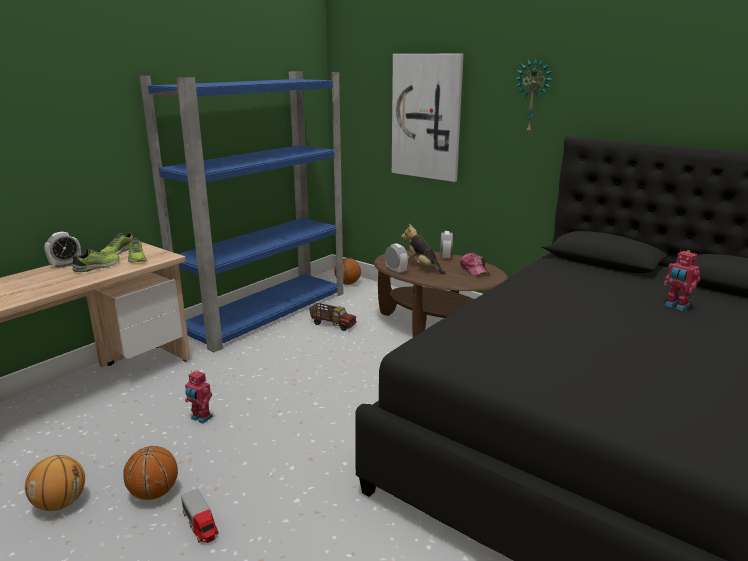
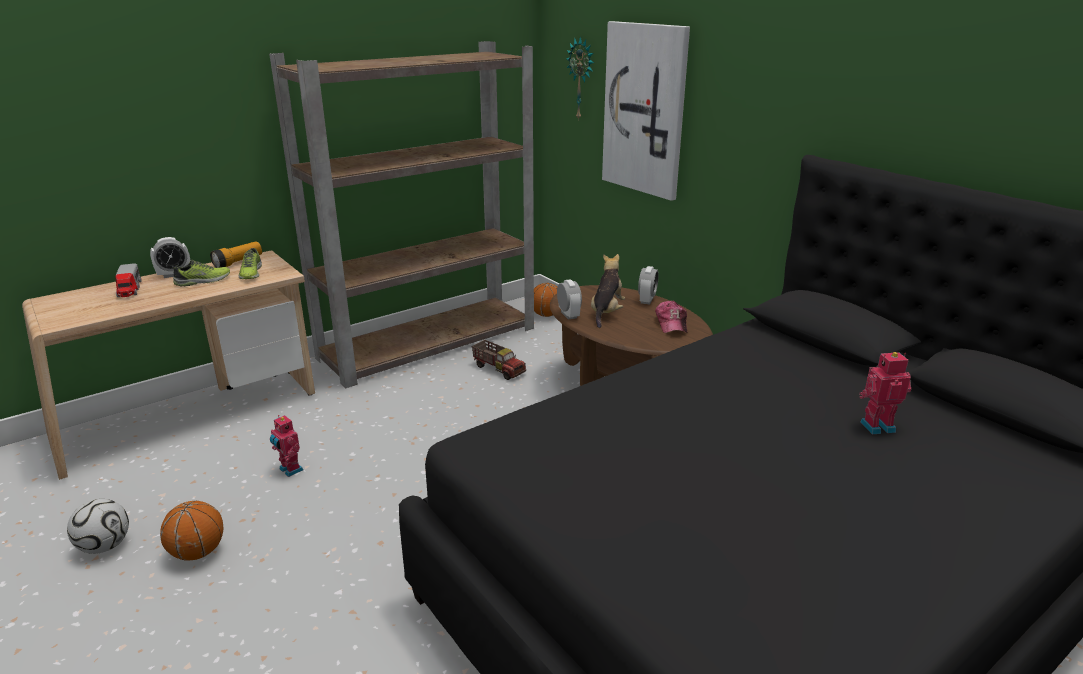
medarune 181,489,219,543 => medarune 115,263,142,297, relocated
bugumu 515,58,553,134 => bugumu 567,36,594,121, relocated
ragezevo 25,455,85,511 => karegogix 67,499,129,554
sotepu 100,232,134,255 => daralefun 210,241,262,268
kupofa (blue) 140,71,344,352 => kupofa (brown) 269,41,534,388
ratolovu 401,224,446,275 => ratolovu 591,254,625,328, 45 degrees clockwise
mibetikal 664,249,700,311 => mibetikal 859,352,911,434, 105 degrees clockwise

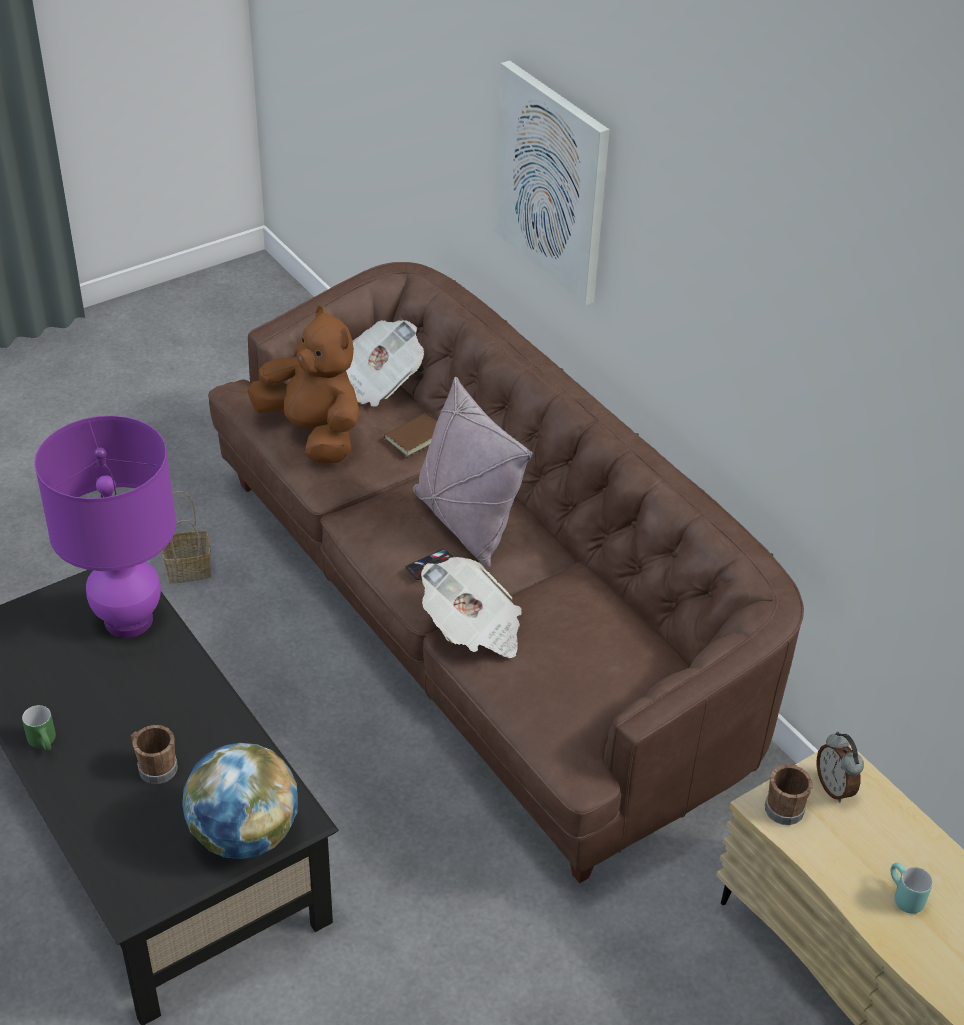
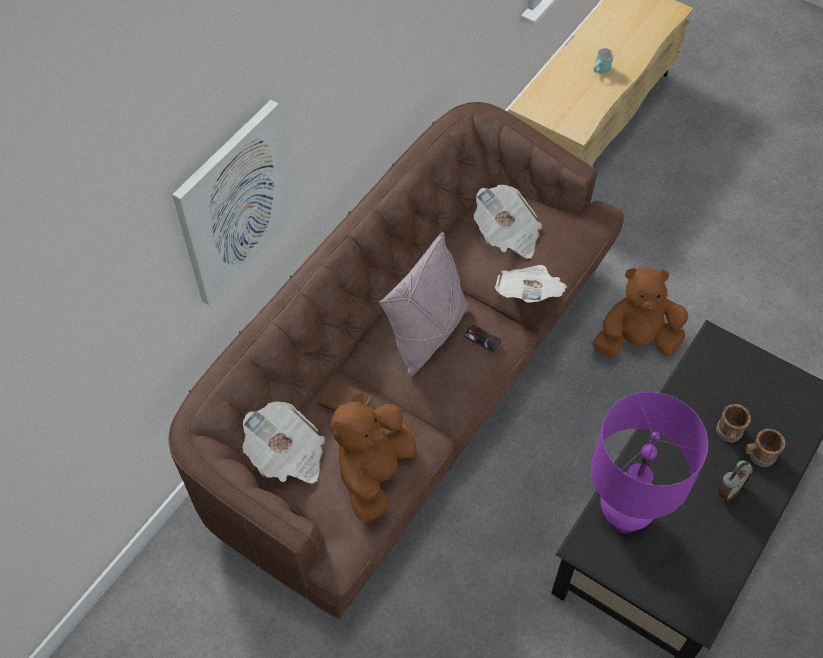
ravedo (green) 22,705,56,751 => nothing
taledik 162,491,211,583 => nothing
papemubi 182,743,298,859 => nothing
nothing => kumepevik 474,185,542,259
nothing => ratolovu (brown) 593,267,688,357
ravedo (brown) 765,764,813,825 => ravedo (brown) 745,428,785,467, relocated
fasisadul 817,732,864,803 => fasisadul 718,461,753,502, relocated

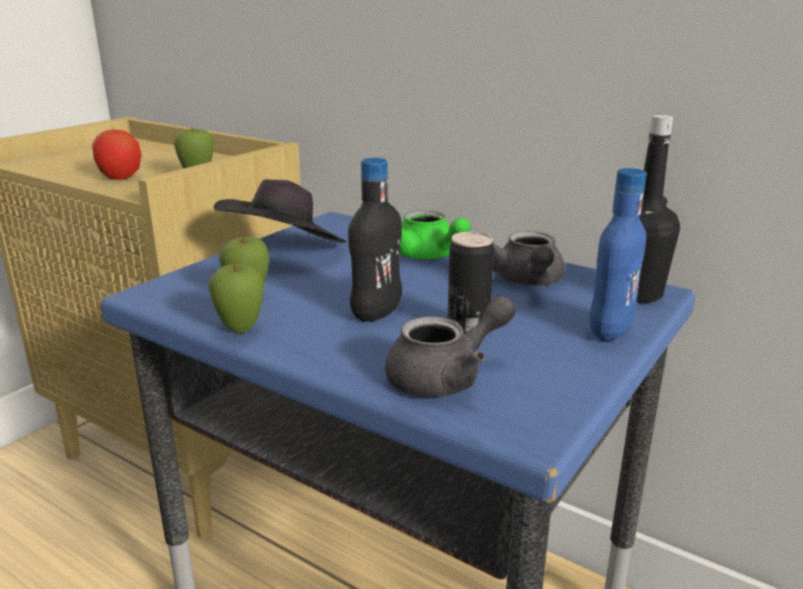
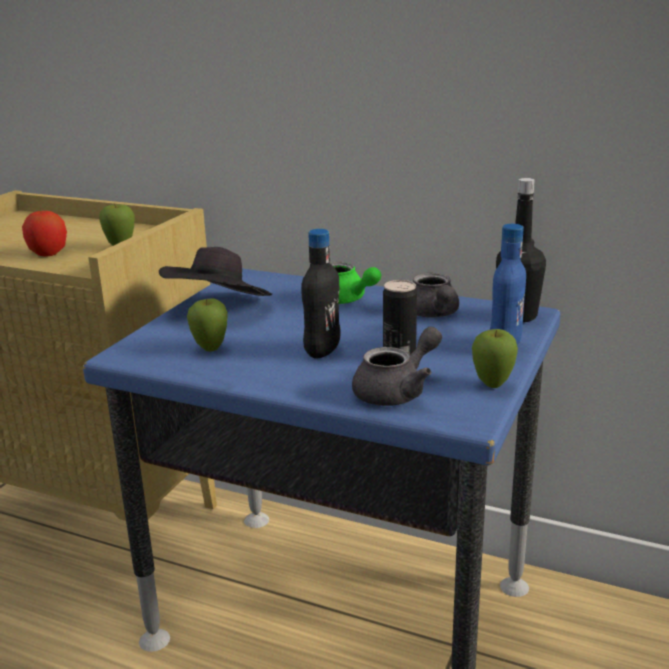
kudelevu 208,263,264,333 => kudelevu 472,329,518,388, relocated

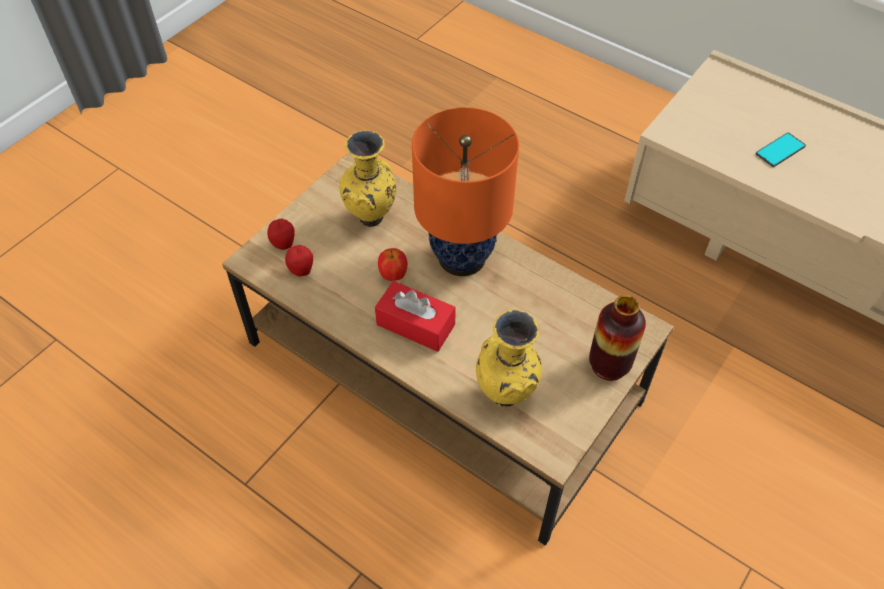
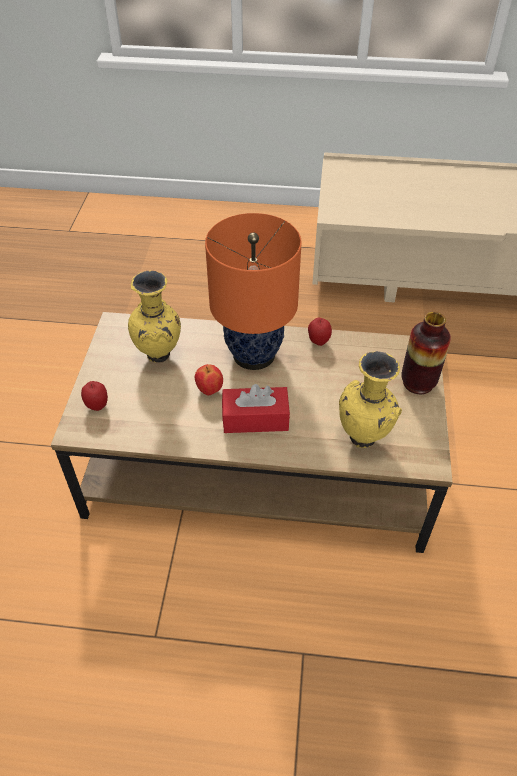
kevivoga 756,132,806,167 => nothing
kudelevu 285,245,313,276 => kudelevu 308,318,332,346, relocated

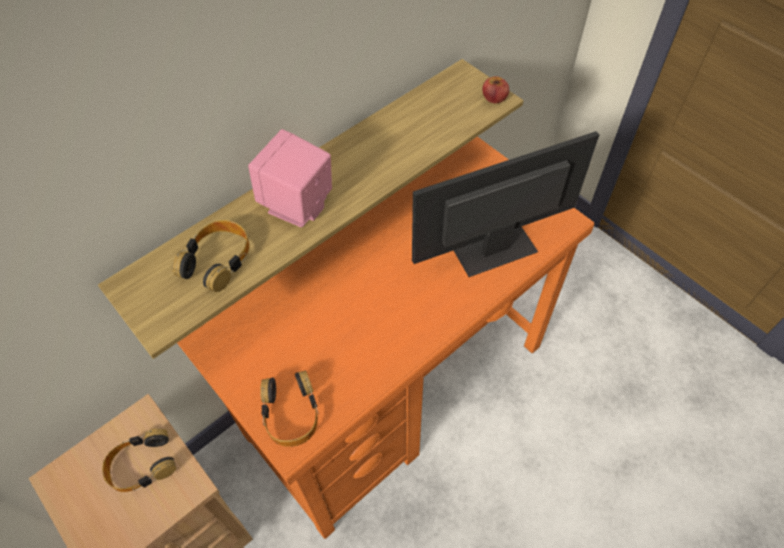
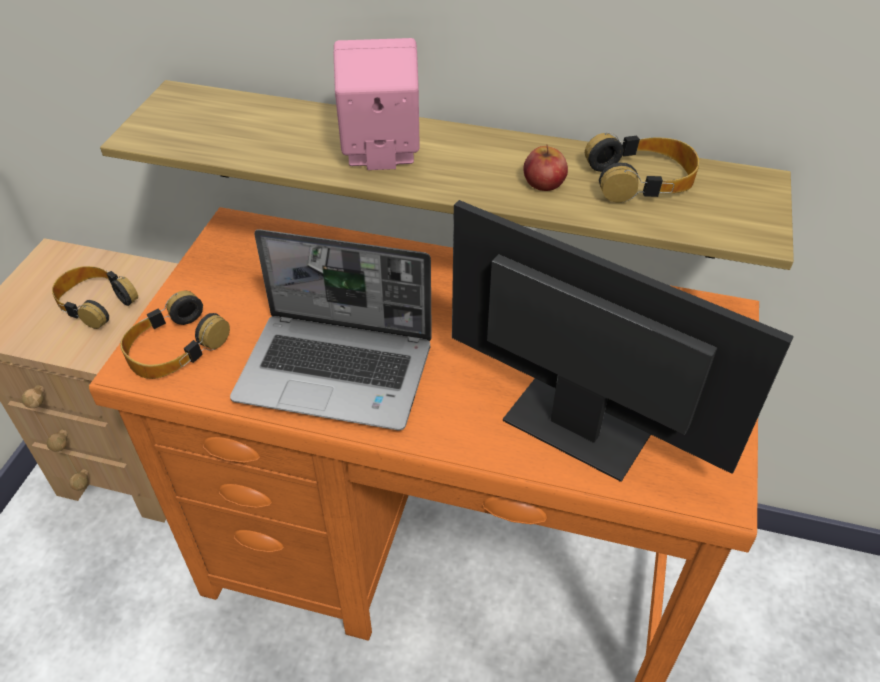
nothing => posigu 230,229,432,430
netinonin 172,220,250,292 => netinonin 585,133,700,202, relocated
kudelevu 482,76,509,103 => kudelevu 523,144,568,191, relocated

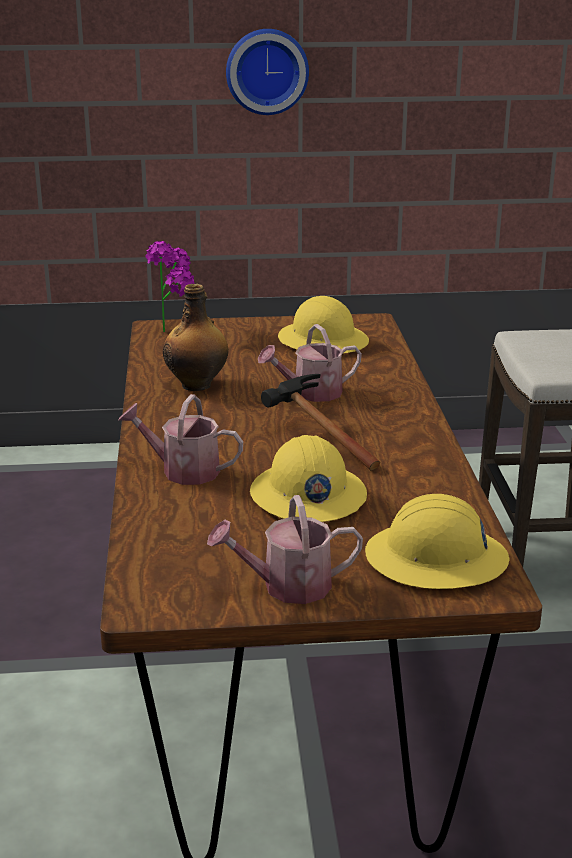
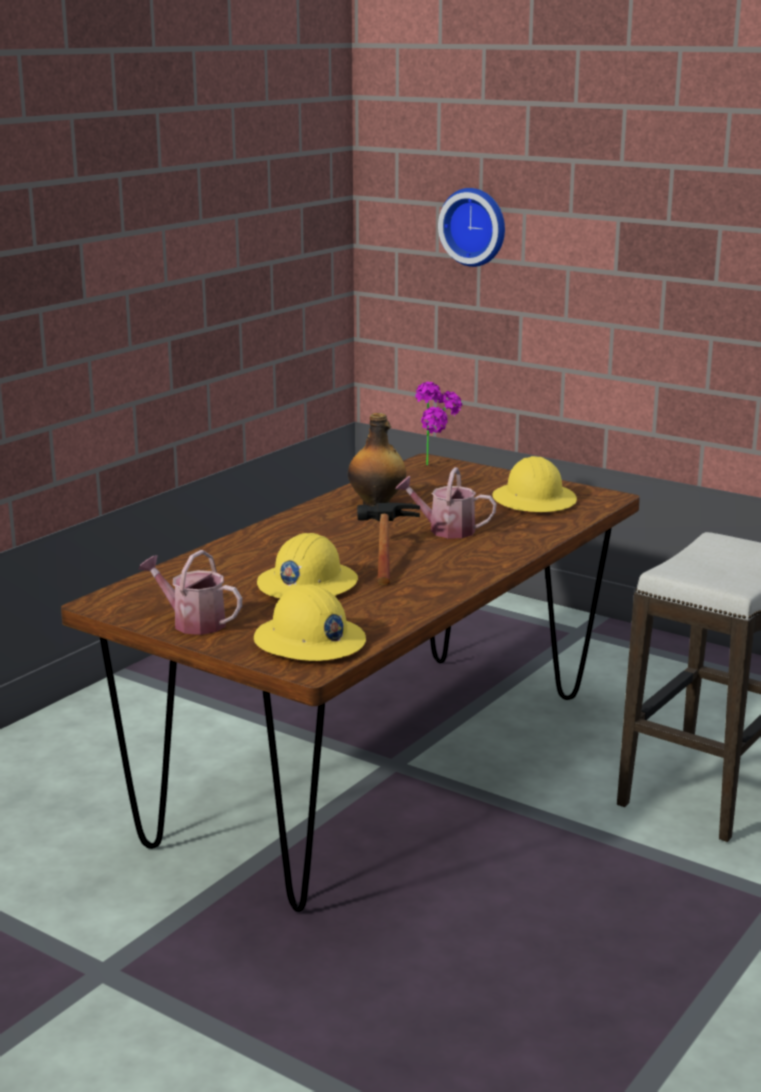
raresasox 119,394,243,485 => nothing
bugumu 226,29,309,115 => bugumu 438,188,505,267, relocated

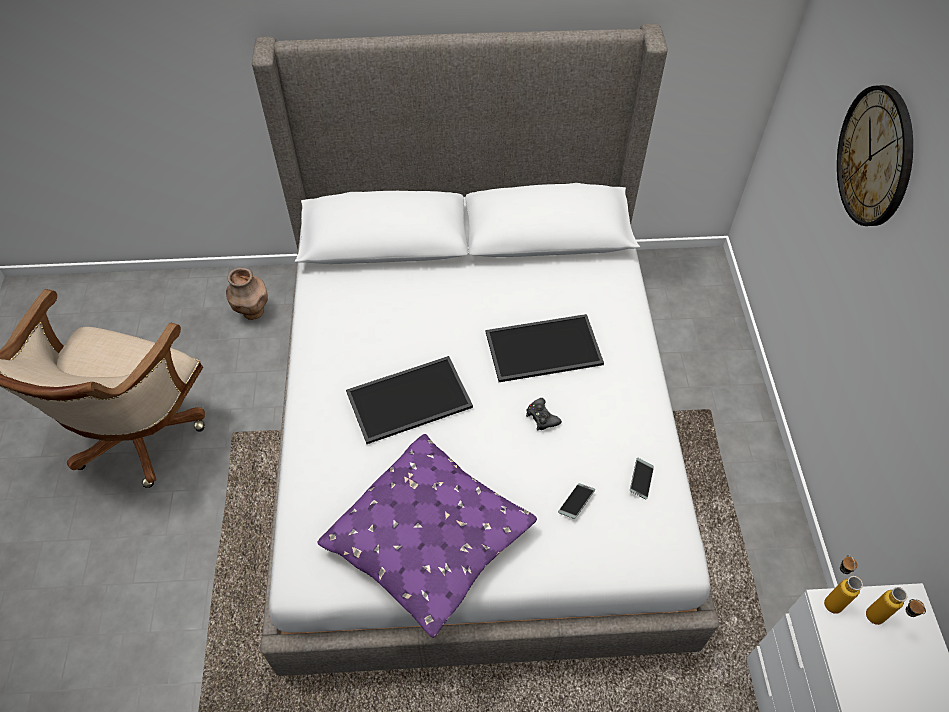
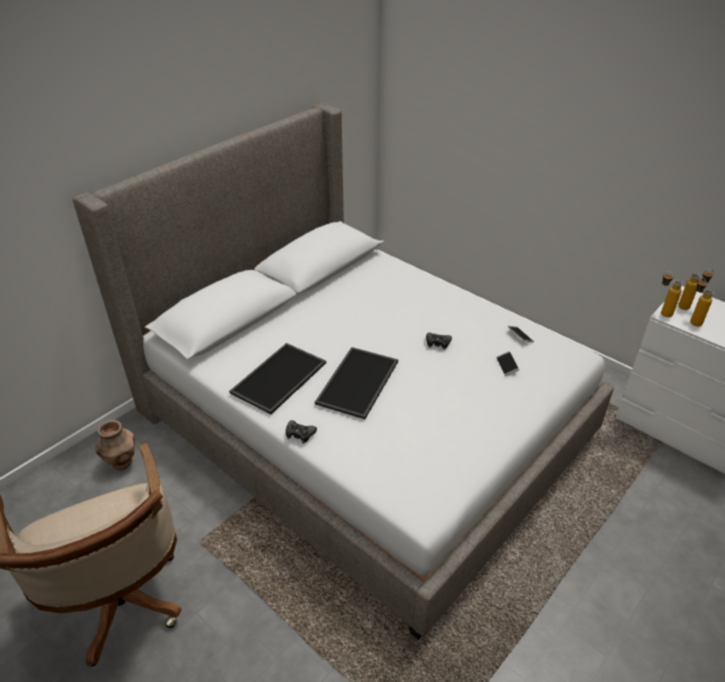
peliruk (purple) 317,434,537,638 => nothing
bugumu 837,85,913,226 => nothing
nothing => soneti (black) 286,420,317,444
nothing => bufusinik 690,278,714,326
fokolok 486,314,604,382 => fokolok 229,343,326,414, relocated

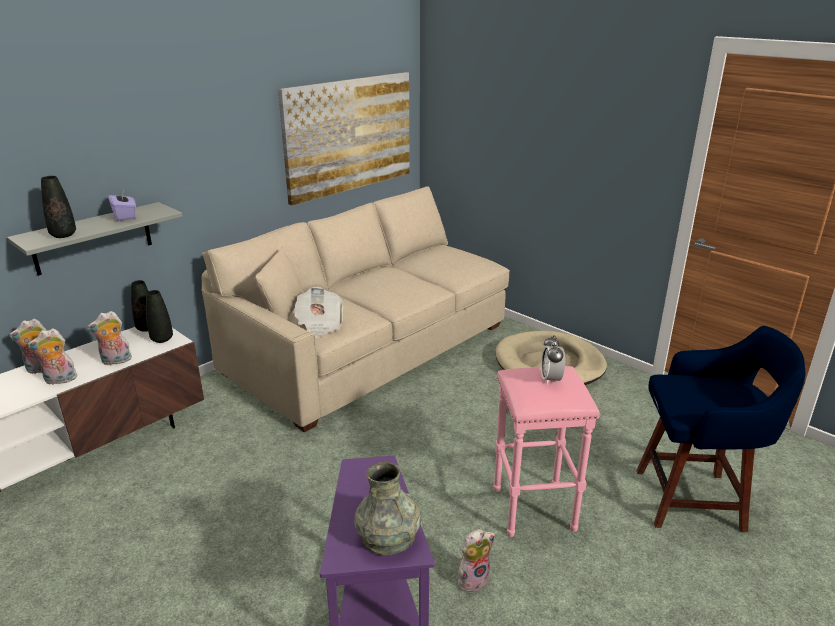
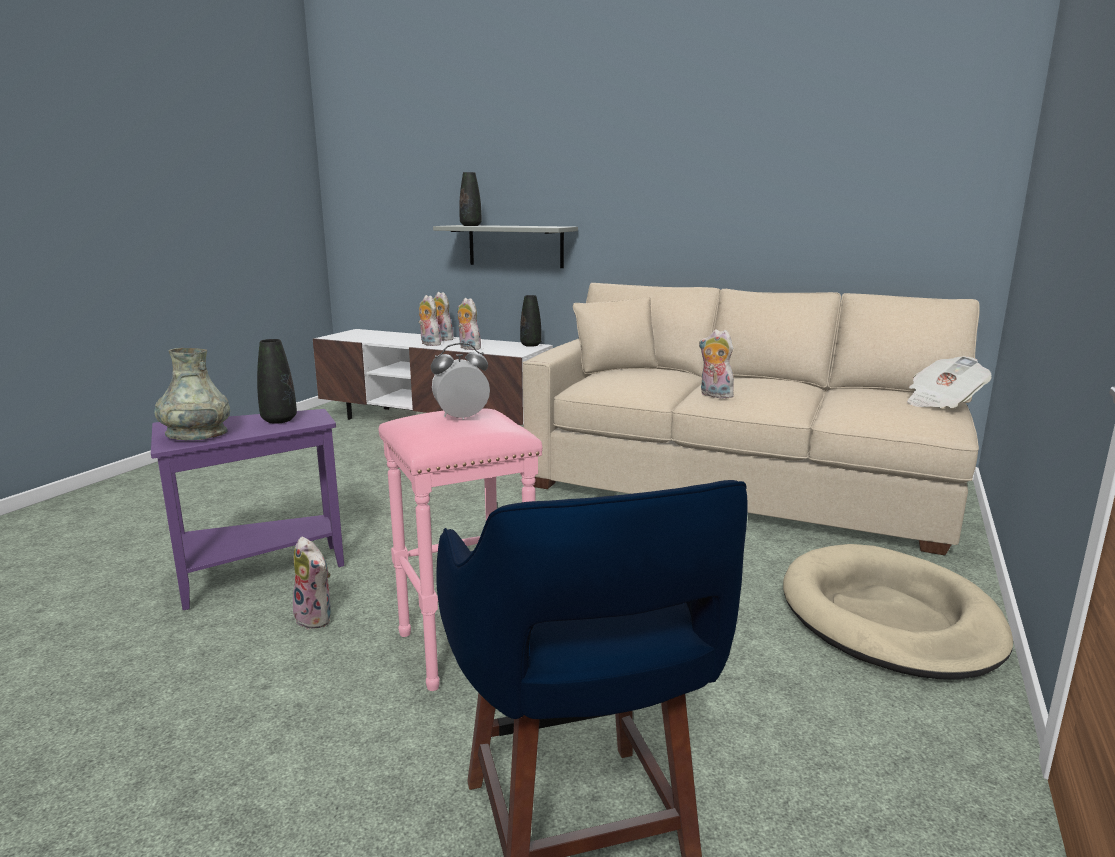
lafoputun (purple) 108,189,136,221 => nothing
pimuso 278,72,410,205 => nothing
nothing => ratolovu 699,329,737,398
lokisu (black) 146,290,173,343 => lokisu (black) 257,339,297,424, relocated
kumepevik 293,287,343,338 => kumepevik 907,356,992,408, relocated

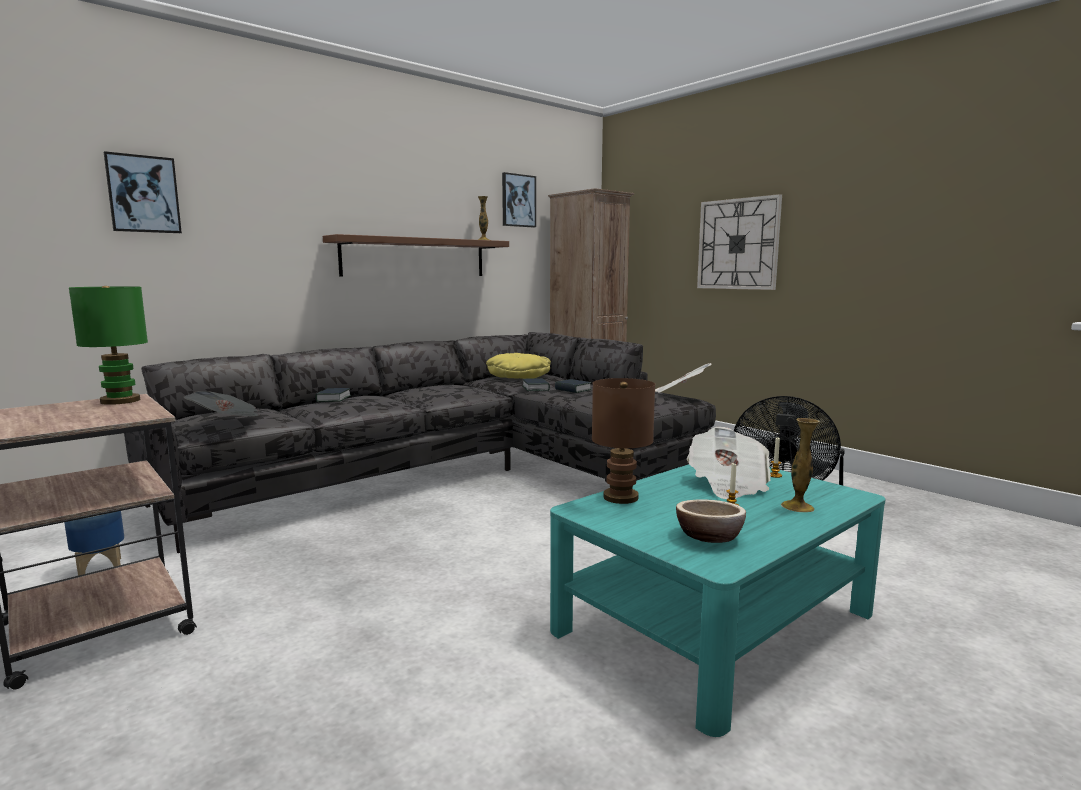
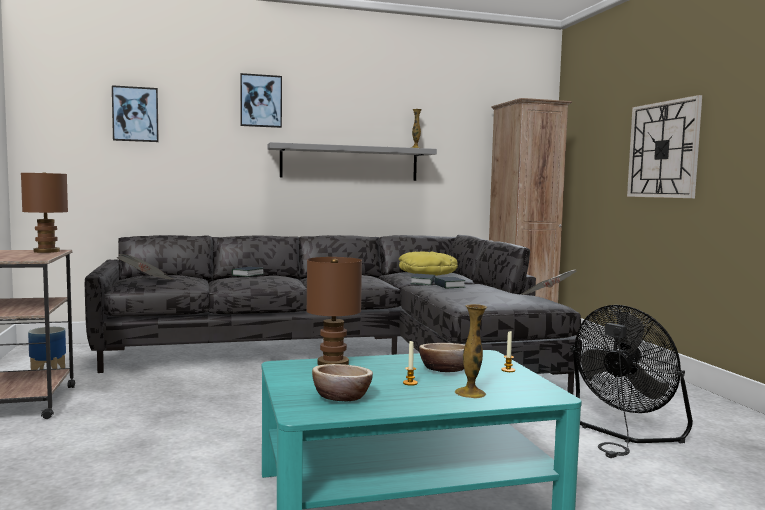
pimuso 502,172,536,228 => pimuso 240,73,282,128, relocated
kumepevik 687,427,771,499 => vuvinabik 419,343,465,372
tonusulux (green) 69,286,148,405 => tonusulux (brown) 21,172,68,253
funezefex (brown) 323,234,509,276 => funezefex (grey) 267,142,437,181

